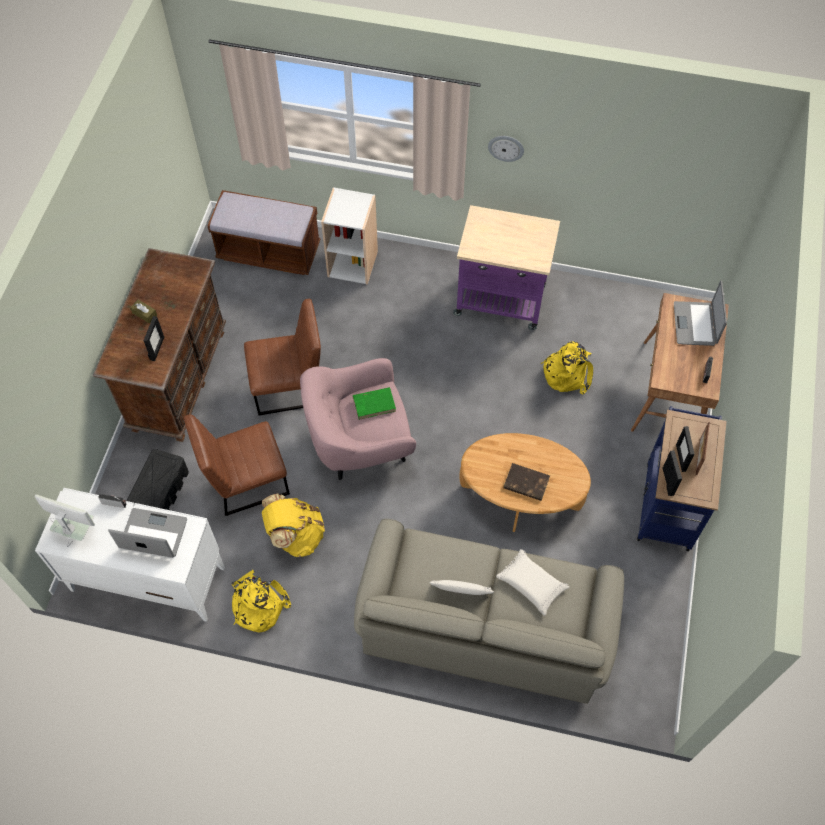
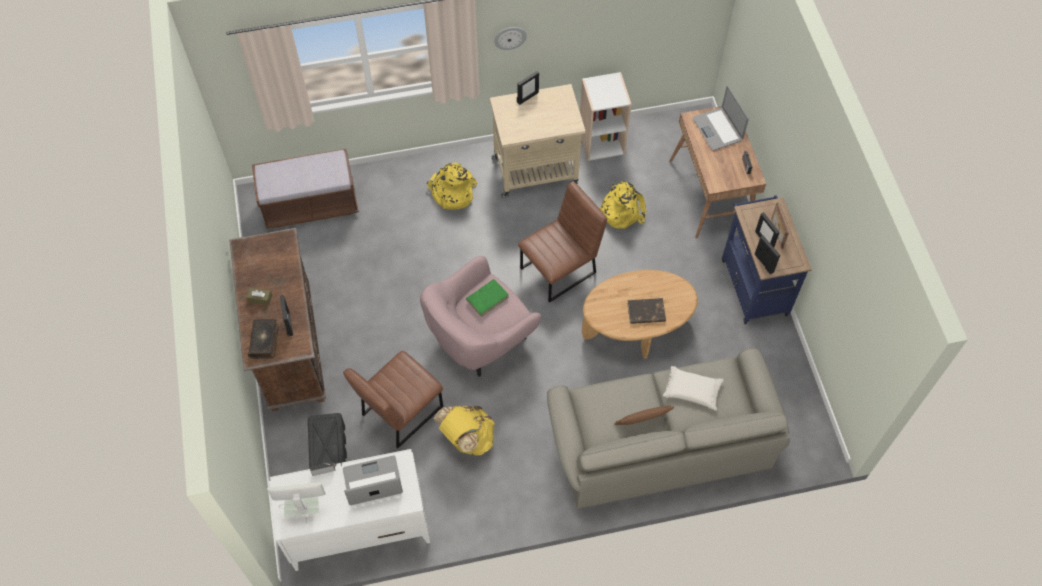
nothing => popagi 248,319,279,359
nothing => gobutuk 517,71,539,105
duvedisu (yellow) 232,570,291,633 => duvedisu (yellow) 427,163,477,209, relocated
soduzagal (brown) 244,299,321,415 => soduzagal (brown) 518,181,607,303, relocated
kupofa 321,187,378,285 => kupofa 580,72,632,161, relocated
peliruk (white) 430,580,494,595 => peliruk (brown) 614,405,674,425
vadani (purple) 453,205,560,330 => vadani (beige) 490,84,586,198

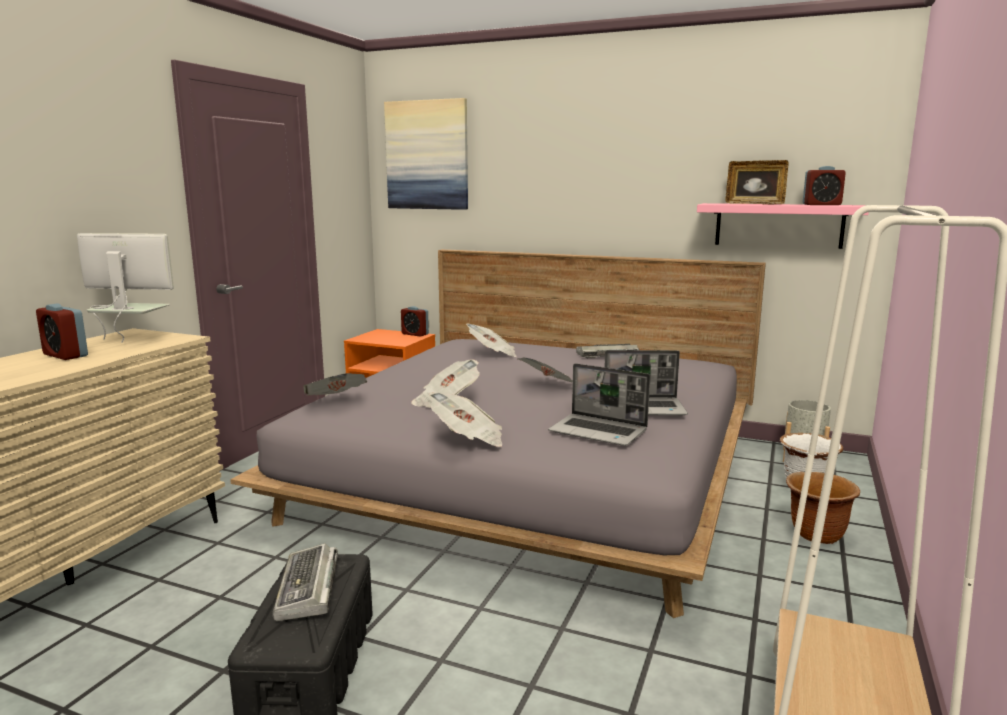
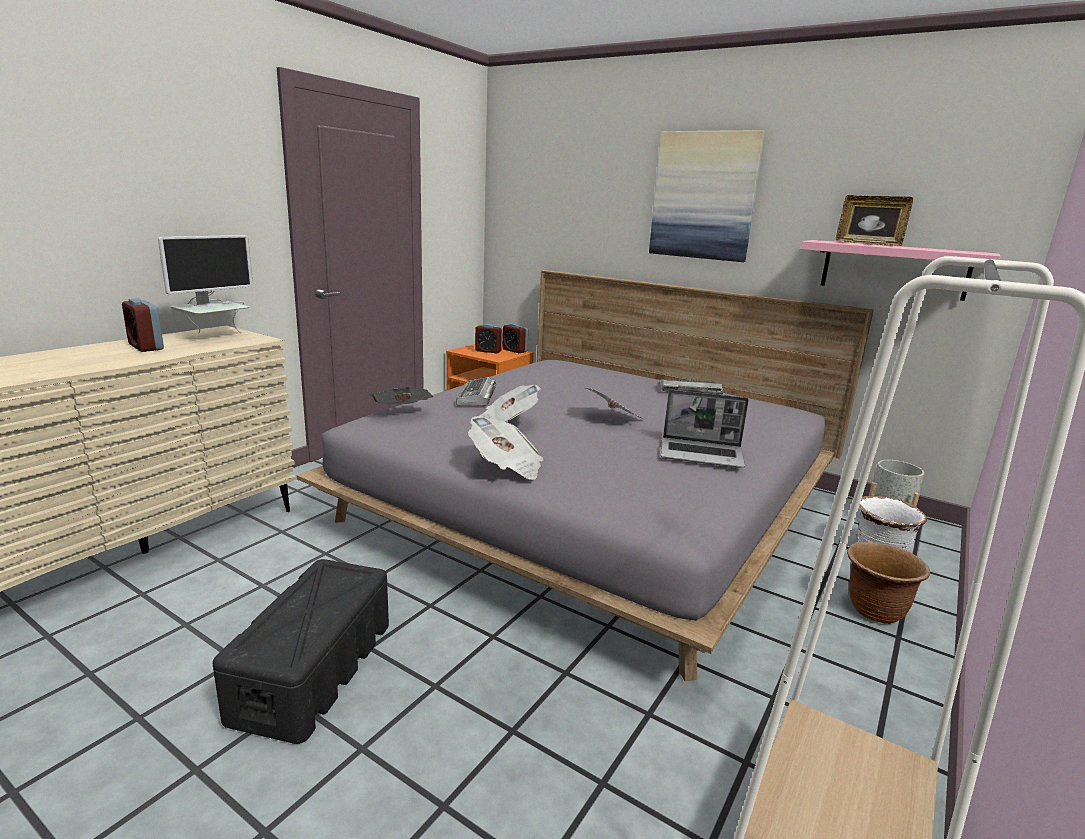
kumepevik 466,323,517,357 => nothing
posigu 549,363,650,446 => nothing
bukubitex 272,543,338,621 => bukubitex 456,377,496,406, relocated
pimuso 384,98,468,210 => pimuso 649,130,765,262, relocated
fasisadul 803,166,846,205 => fasisadul 475,324,503,353, relocated
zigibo 77,233,174,343 => zigibo 158,235,253,333, 105 degrees clockwise

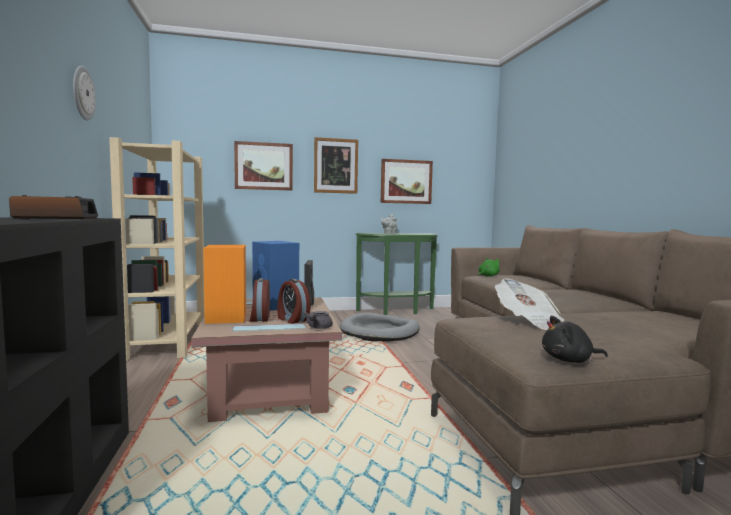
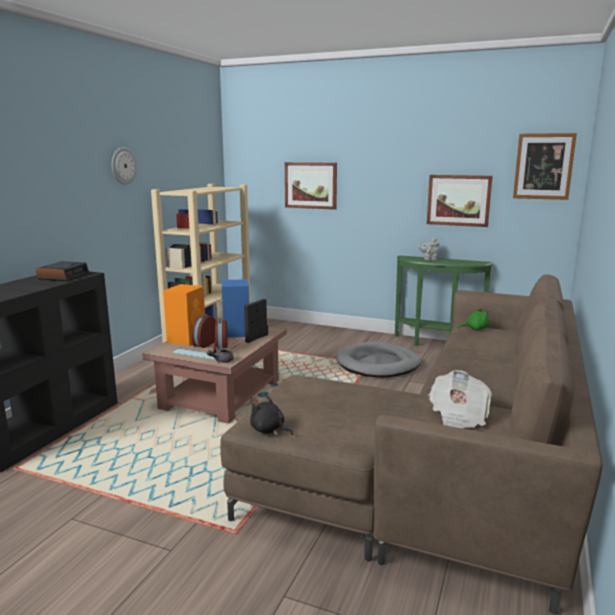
pimuso 314,137,358,194 => pimuso 513,133,577,200, relocated
kumepevik 495,278,564,330 => kumepevik 428,370,492,428, relocated

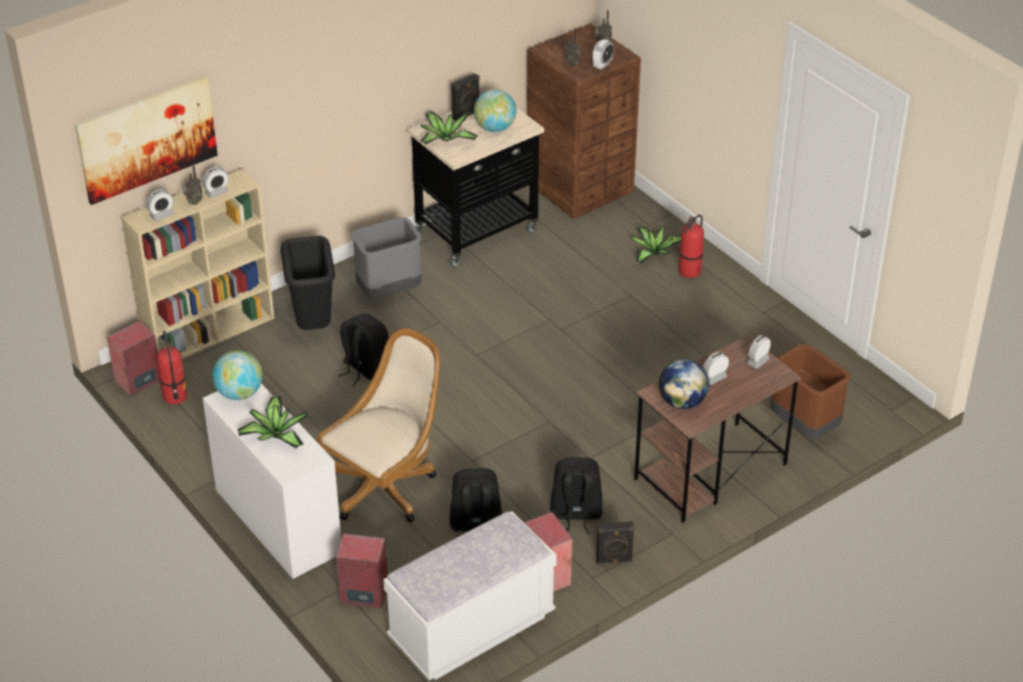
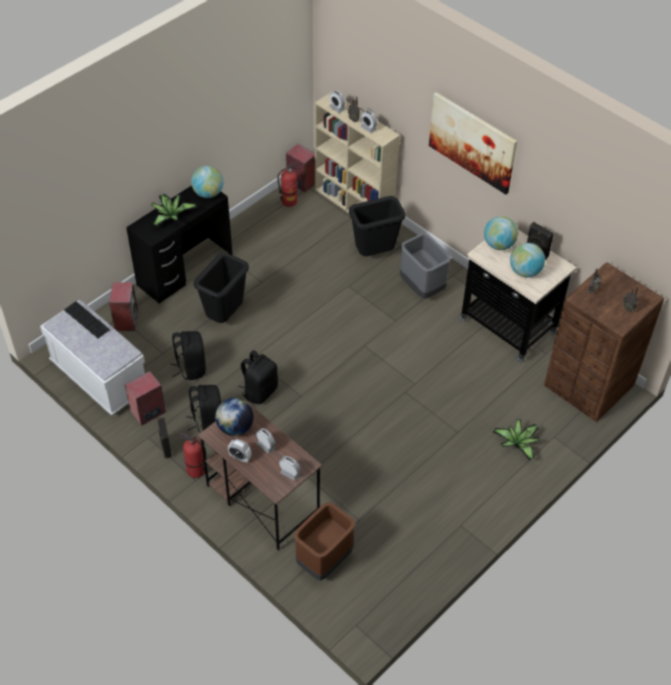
nothing => bukubitex 64,301,110,338
pimuso 75,76,218,205 => pimuso 429,92,517,194, relocated
duvedisu (black) 338,313,389,387 => duvedisu (black) 239,350,278,404, relocated
fasisadul 592,39,614,70 => fasisadul 228,439,251,463, relocated
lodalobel 679,215,704,278 => lodalobel 180,432,206,478, relocated
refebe 316,328,440,522 => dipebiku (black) 194,253,249,323
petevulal 421,112,478,144 => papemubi 484,216,518,250
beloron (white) 203,384,341,579 => beloron (black) 126,185,233,304

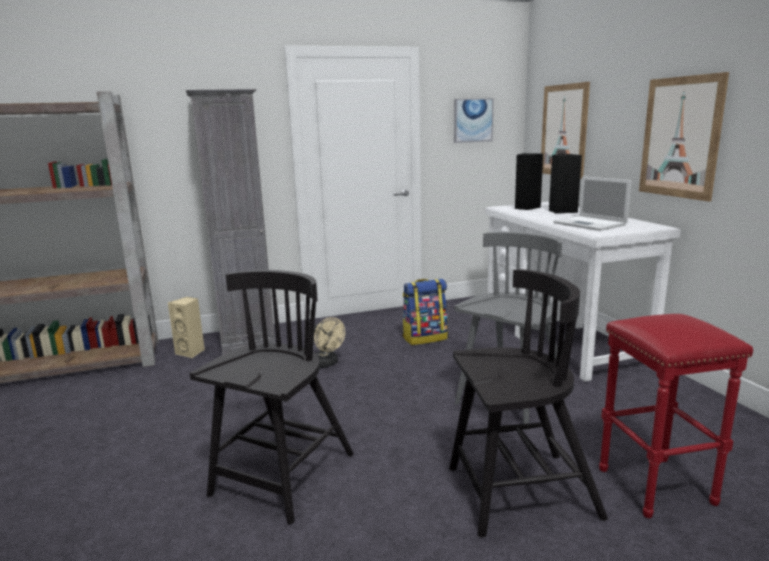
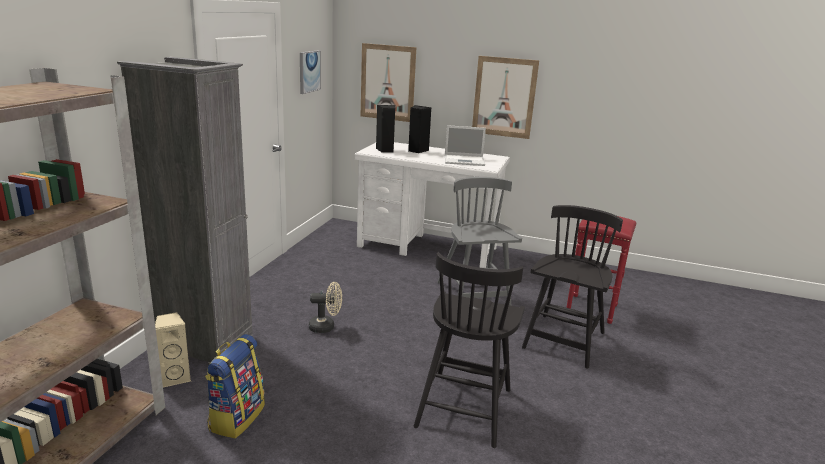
duvedisu 403,279,448,345 => duvedisu 205,334,265,439, relocated
soduzagal (black) 190,270,354,525 => soduzagal (black) 414,252,525,448, 135 degrees counterclockwise

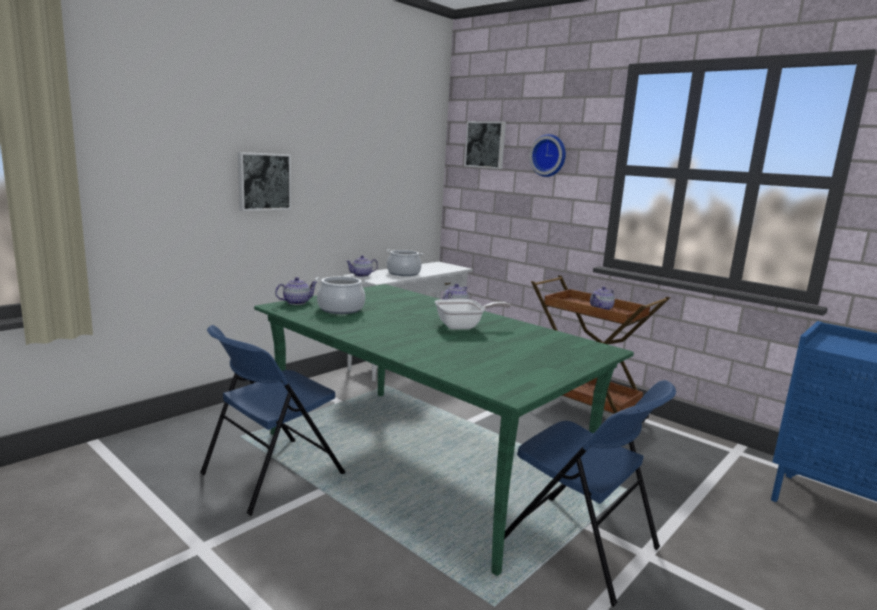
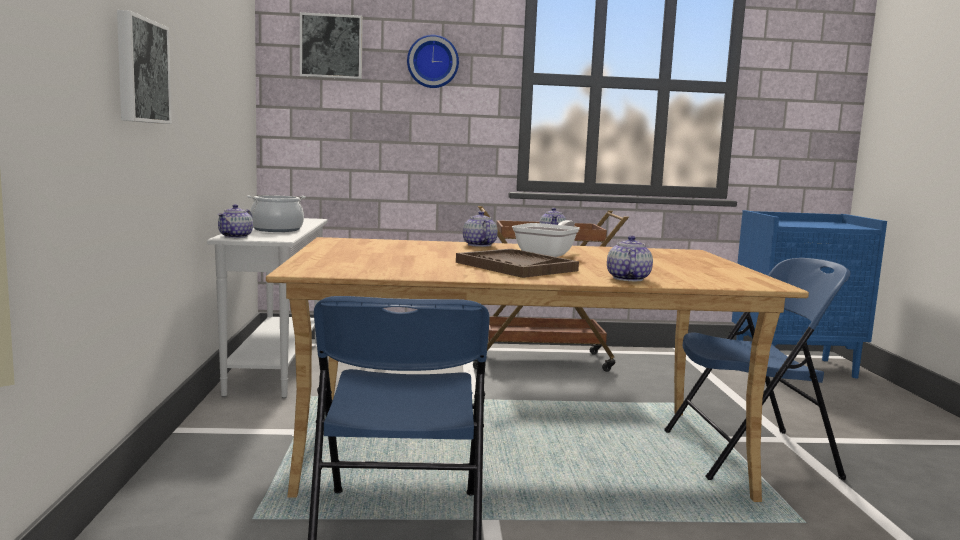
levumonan 315,276,368,314 => nothing
nothing => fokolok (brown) 456,249,579,278
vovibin 275,277,317,305 => vovibin 607,235,653,281, relocated
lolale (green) 254,284,634,576 => lolale (beige) 266,237,809,502

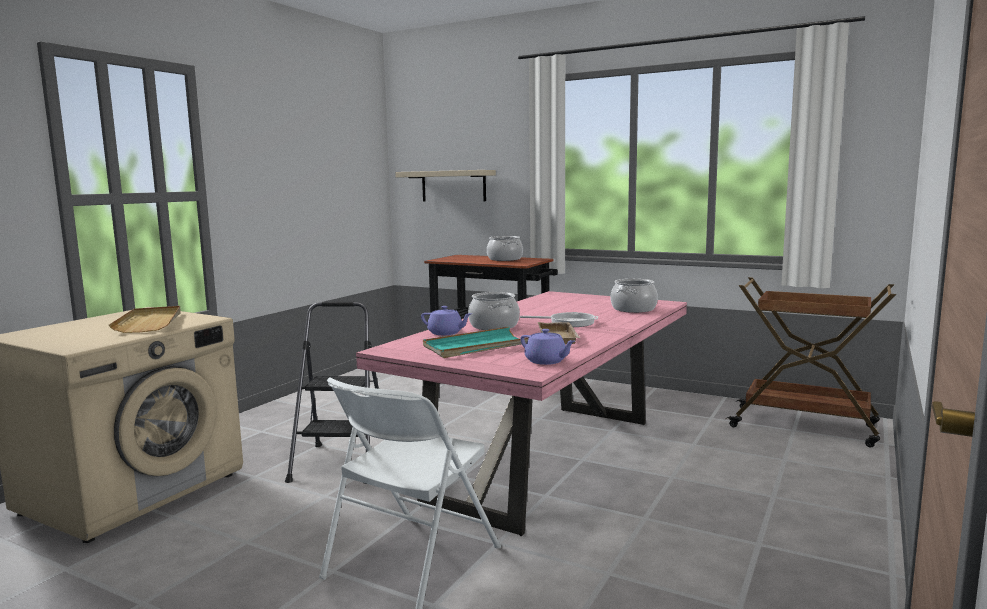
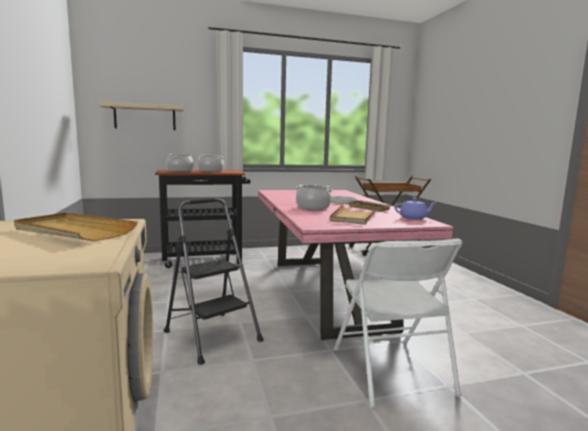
vovibin (purple) 421,306,472,335 => nothing
levumonan 611,279,658,313 => levumonan 166,154,194,172, relocated
fokolok (turquoise) 423,327,529,358 => fokolok (beige) 329,204,378,225

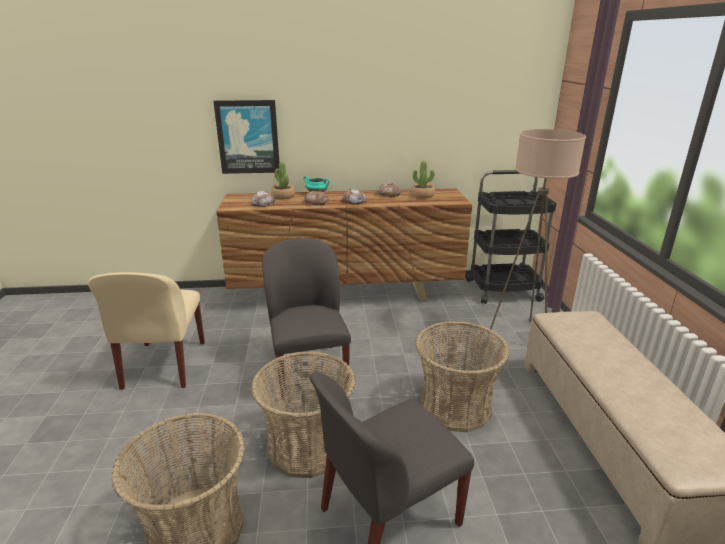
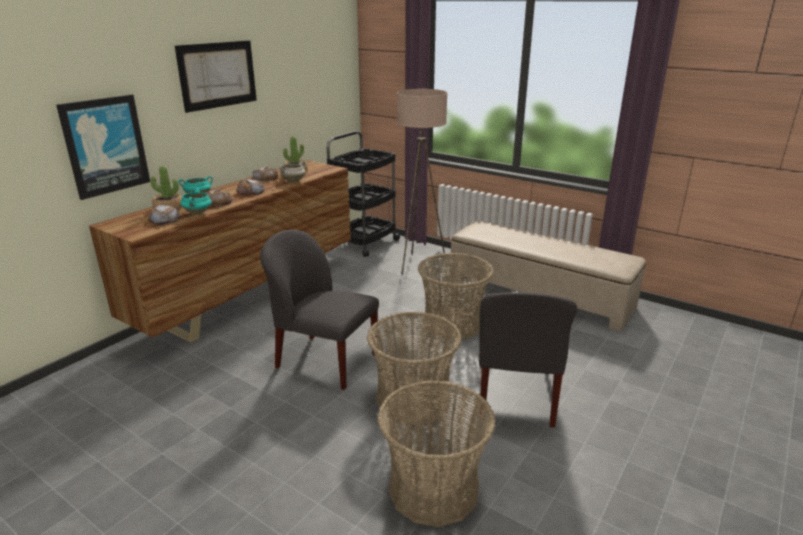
soduzagal (beige) 88,272,205,390 => nothing
nothing => pimuso 175,40,257,113
nothing => levumonan (turquoise) 180,187,212,214
nothing => levumonan (white) 279,161,305,182

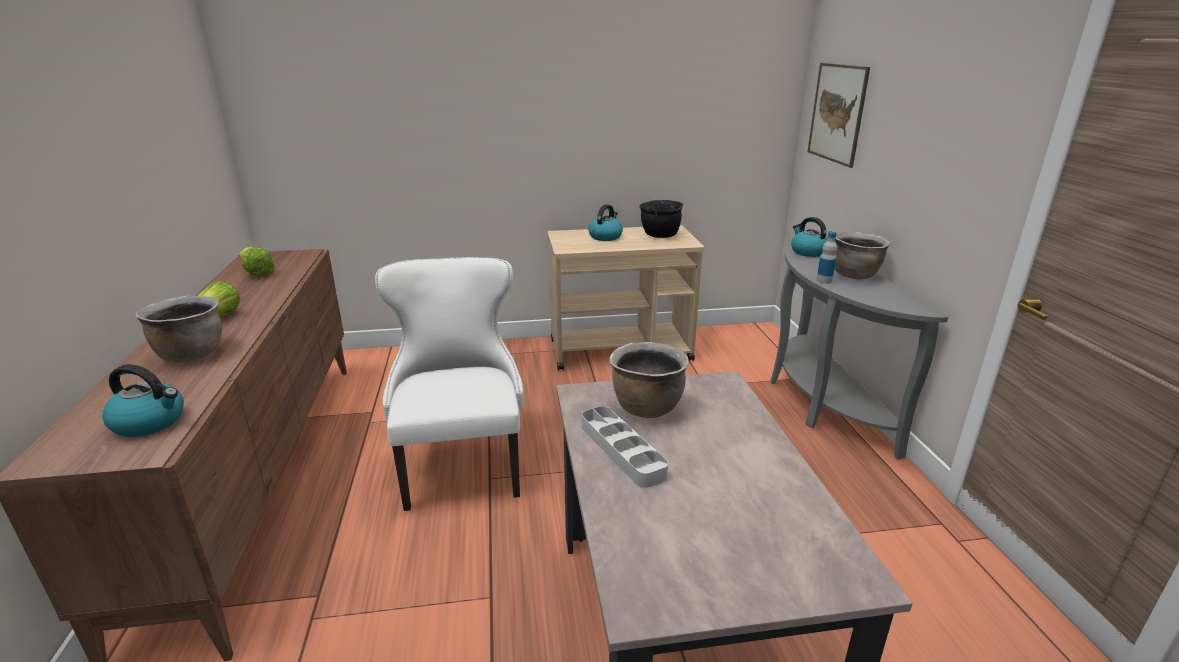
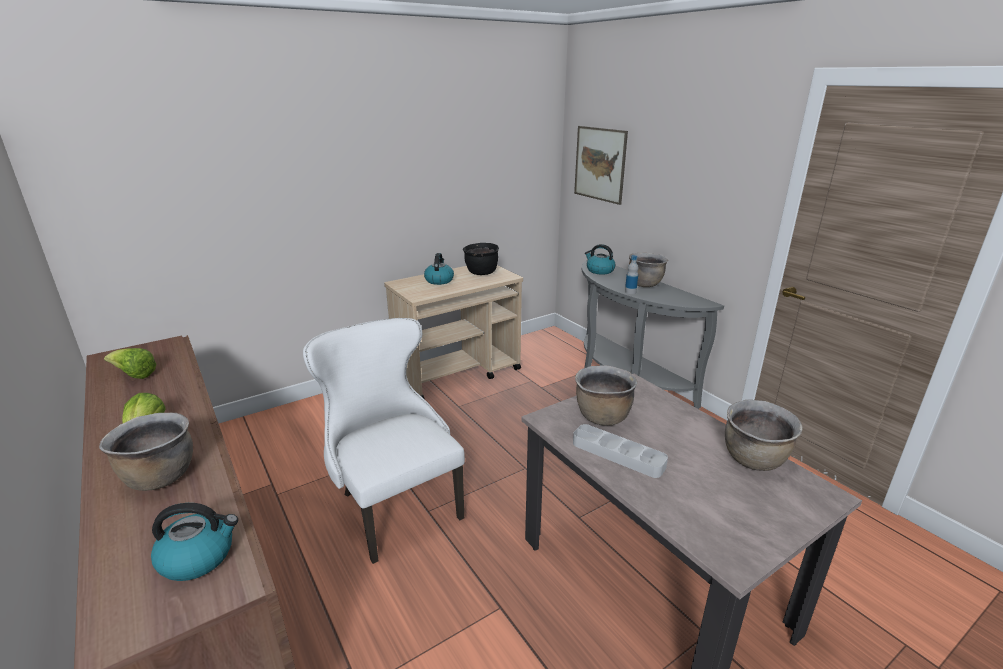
nothing => levumonan (brown) 725,400,803,471

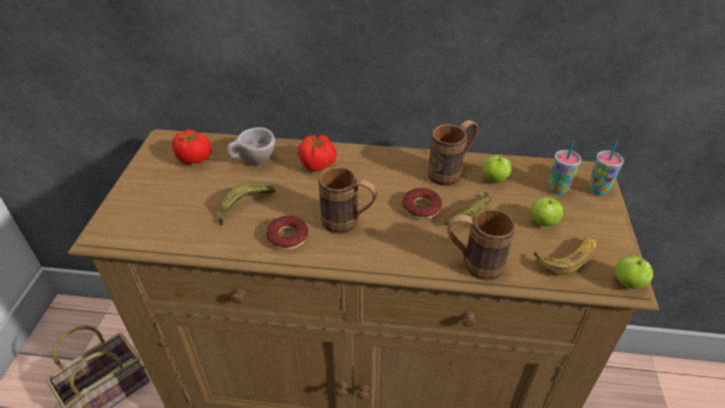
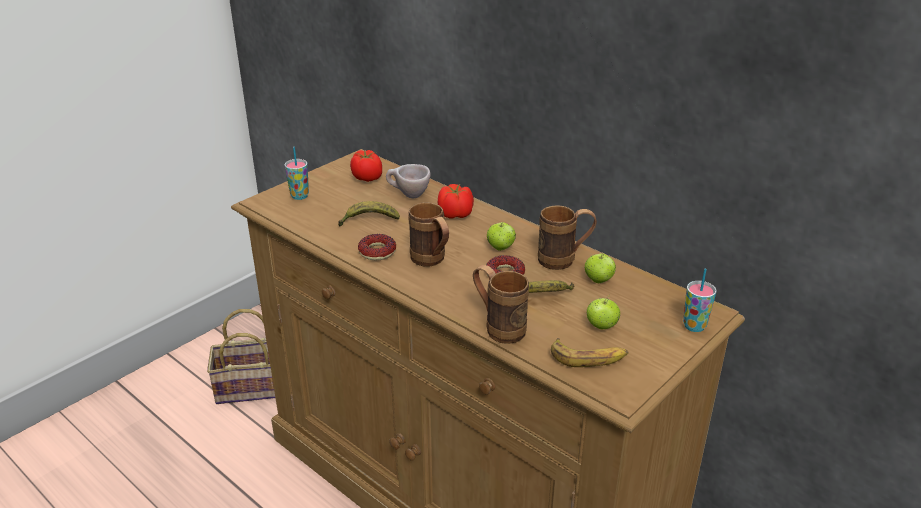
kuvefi 549,140,581,194 => kuvefi 285,147,309,200, relocated
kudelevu 615,255,654,289 => kudelevu 487,222,516,251, relocated

